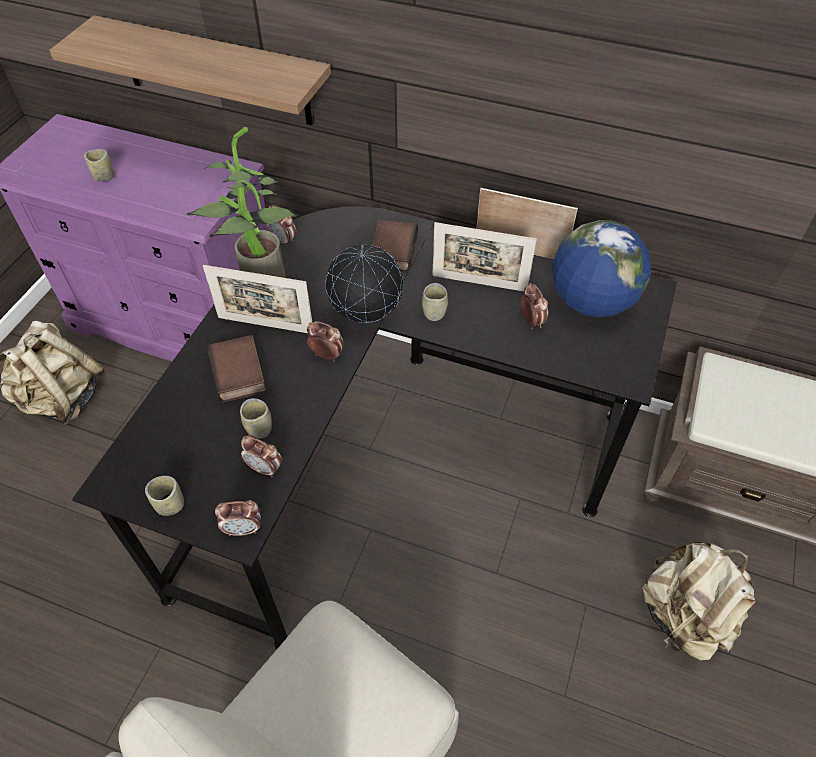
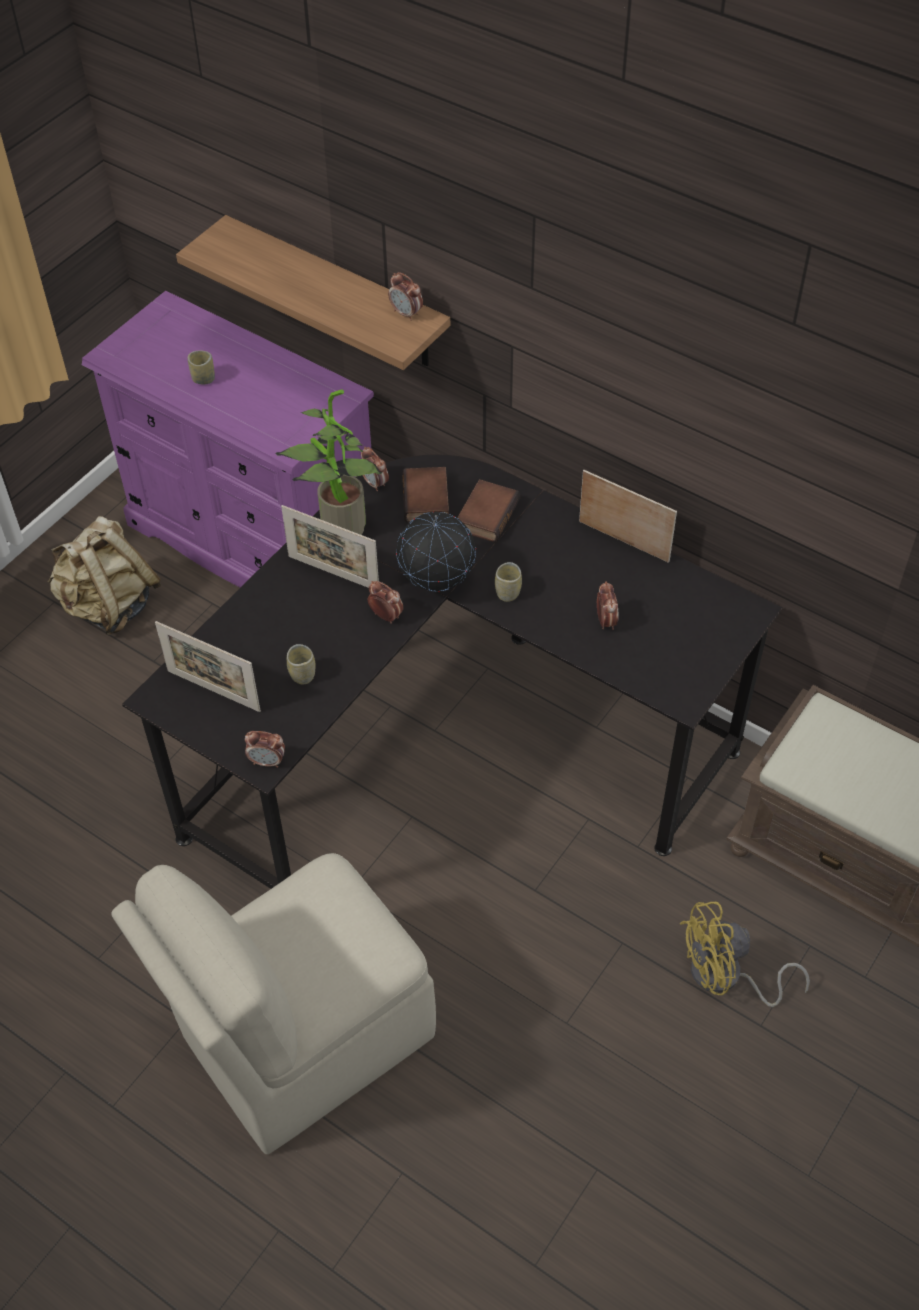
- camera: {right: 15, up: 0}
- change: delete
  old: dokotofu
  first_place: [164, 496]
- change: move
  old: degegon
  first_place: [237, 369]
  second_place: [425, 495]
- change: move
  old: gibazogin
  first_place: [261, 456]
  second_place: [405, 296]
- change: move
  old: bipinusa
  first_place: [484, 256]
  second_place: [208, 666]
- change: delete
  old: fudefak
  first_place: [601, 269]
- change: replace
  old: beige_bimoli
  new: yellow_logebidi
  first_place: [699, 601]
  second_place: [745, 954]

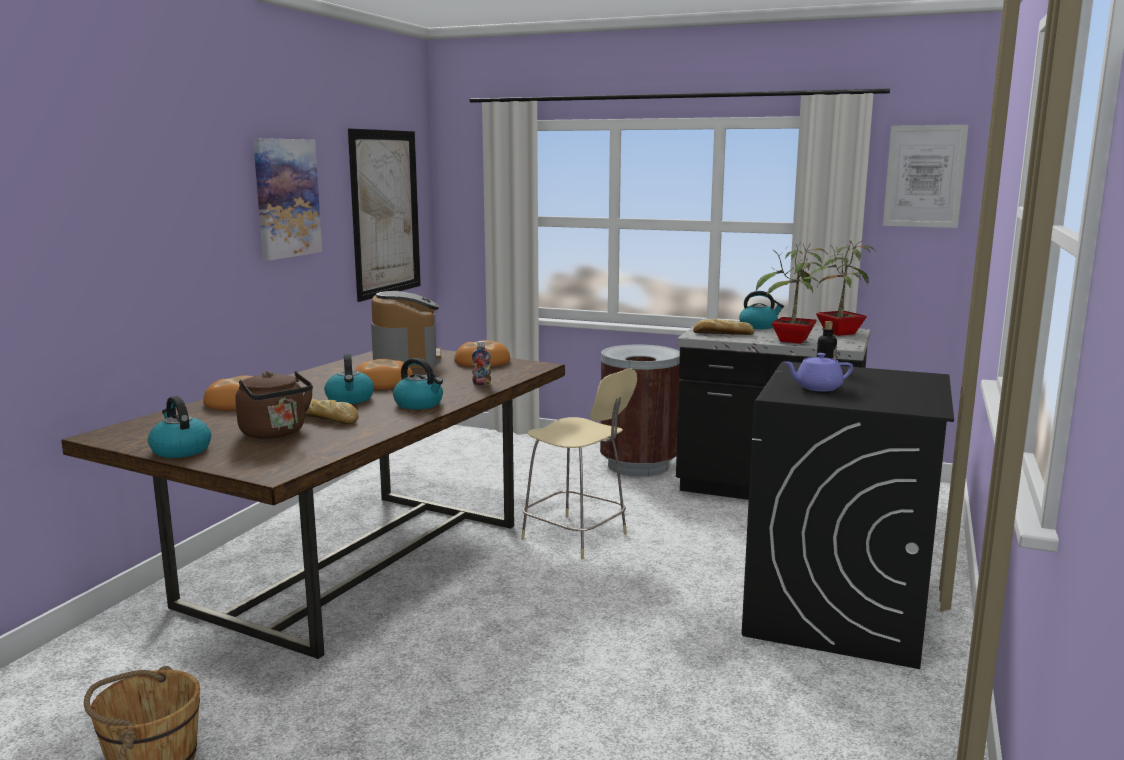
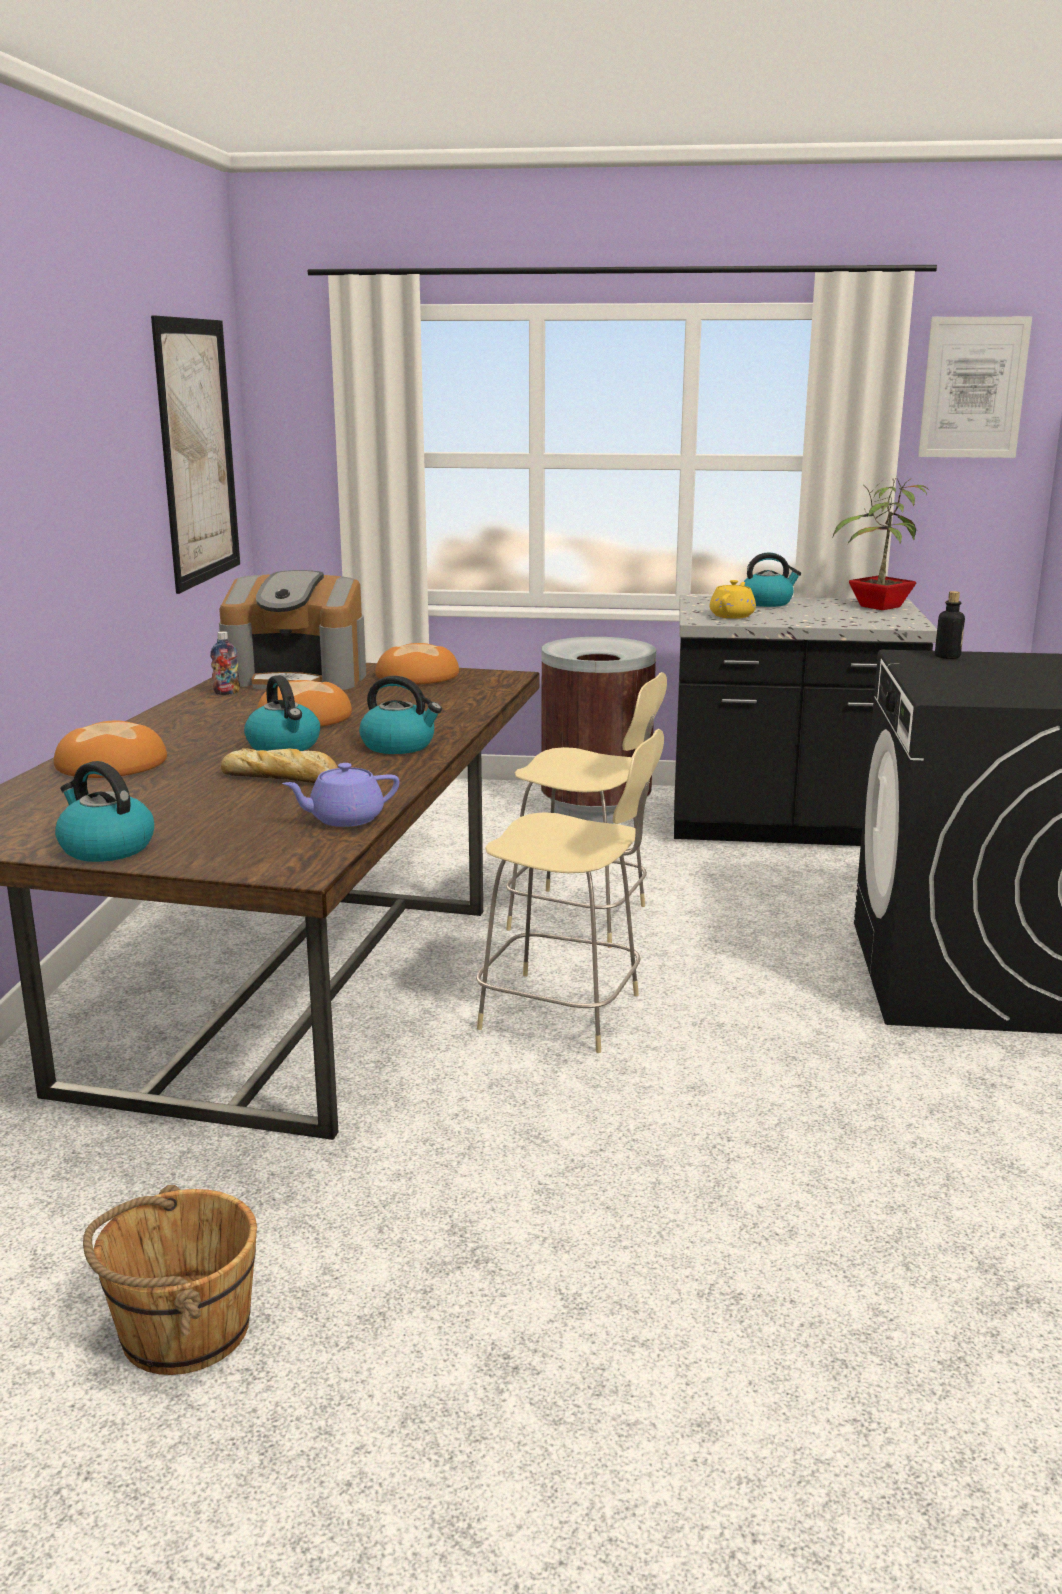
- camera: {right: -15, up: 5}
- change: delete
  old: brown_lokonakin
  first_place: [274, 405]
- change: delete
  old: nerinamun
  first_place: [287, 199]
- change: rotate
  old: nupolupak
  first_place: [406, 329]
  second_place: [292, 630]
  degrees: 120
- change: move
  old: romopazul
  first_place: [481, 363]
  second_place: [225, 663]
- change: replace
  old: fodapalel
  new: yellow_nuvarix
  first_place: [723, 327]
  second_place: [733, 599]
- change: delete
  old: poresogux
  first_place: [791, 294]
- change: move
  old: purple_nuvarix
  first_place: [818, 372]
  second_place: [341, 795]
- change: insert
  new: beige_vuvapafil
  second_place: [570, 891]

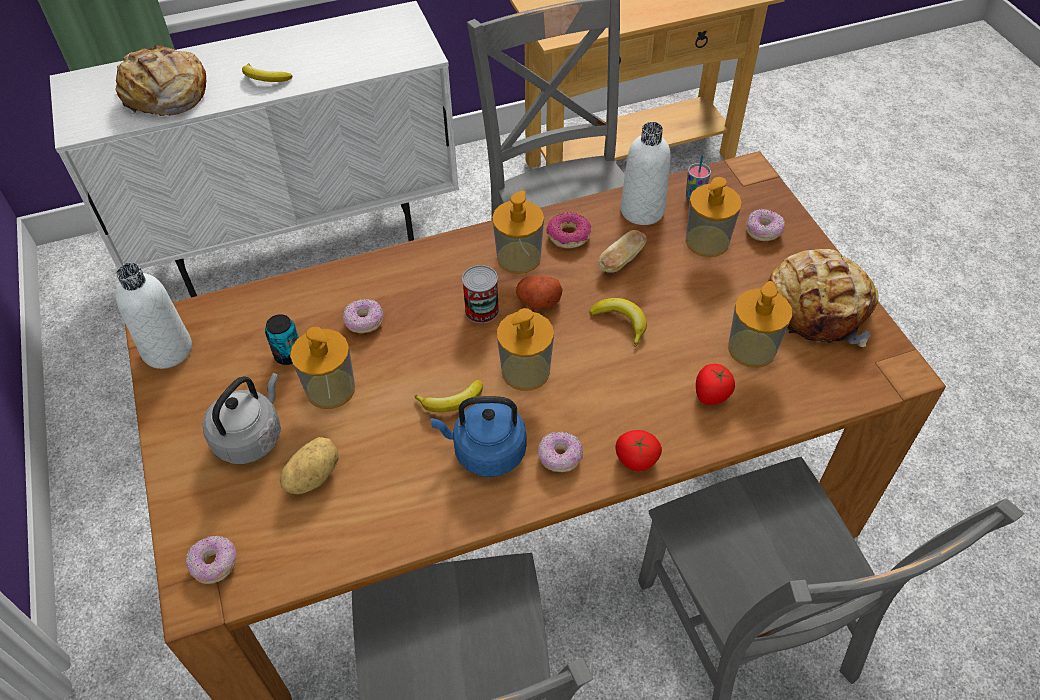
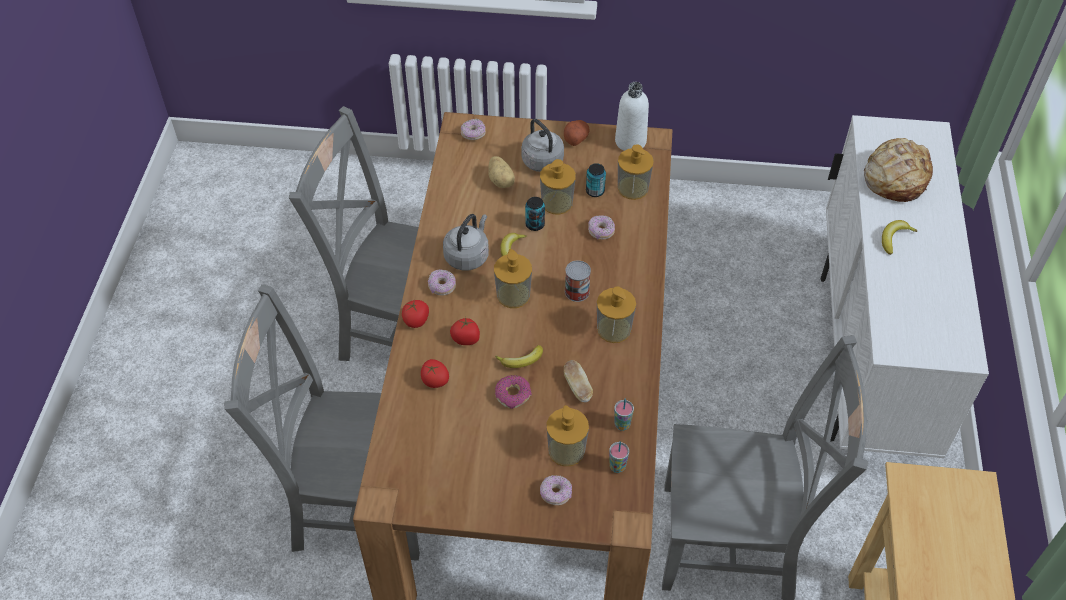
- camera: {right: 115, up: 0}
- change: recolor
  old: blue_lokonakin
  new: grey_lokonakin
  first_place: [479, 436]
  second_place: [466, 242]
- change: move
  old: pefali
  first_place: [539, 292]
  second_place: [577, 133]
- change: move
  old: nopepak
  first_place: [569, 230]
  second_place: [513, 392]
- change: replace
  old: white_romopazul
  new: dokotofu
  first_place: [645, 173]
  second_place: [624, 415]
- change: move
  old: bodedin
  first_place: [760, 324]
  second_place: [636, 172]
- change: delete
  old: fodapalel
  first_place: [823, 298]
- change: insert
  new: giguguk
  second_place: [465, 331]
- change: insert
  new: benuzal
  second_place: [535, 214]

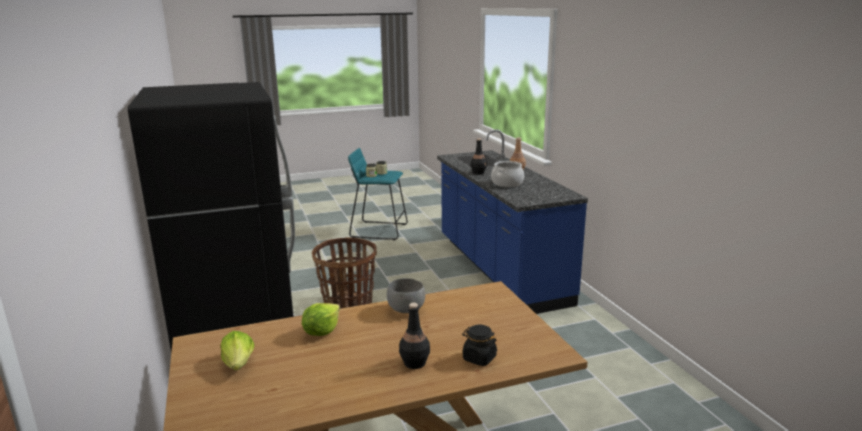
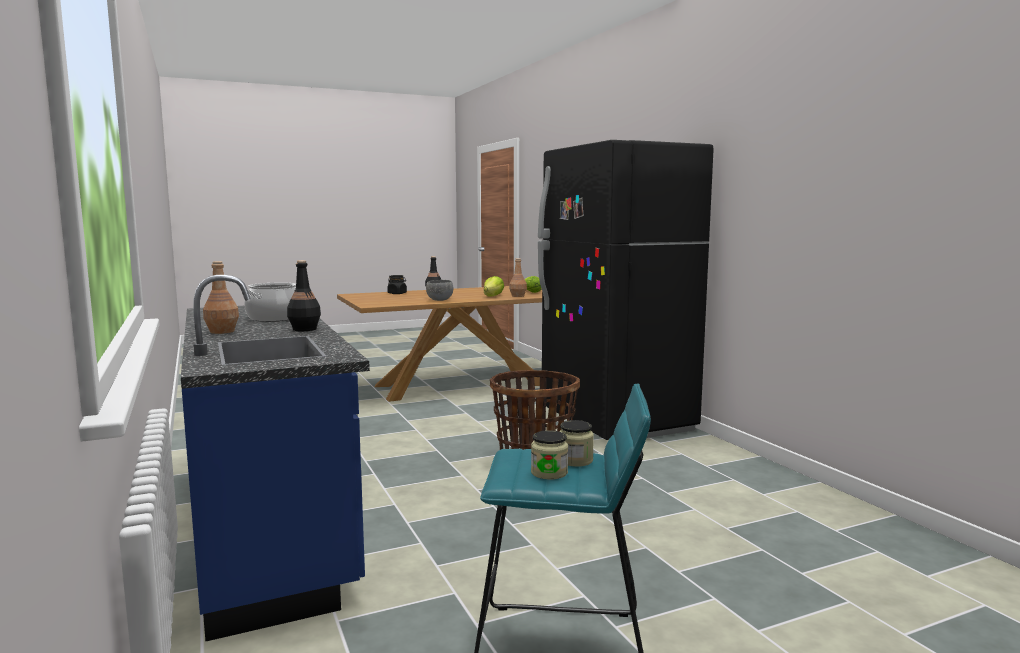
- camera: {right: 175, up: -10}
- change: insert
  new: brown_romopazul
  second_place: [518, 277]

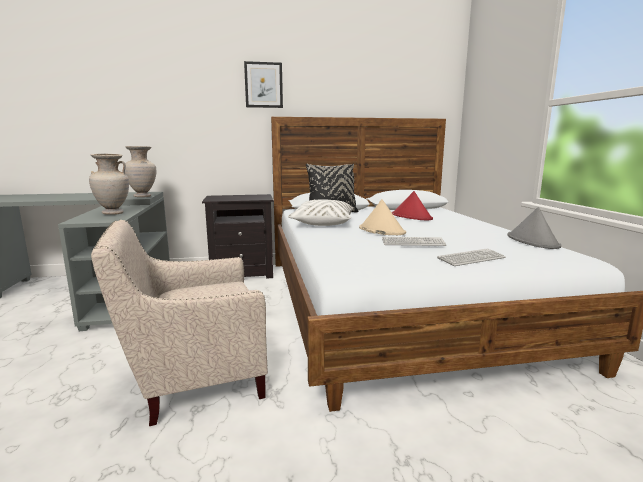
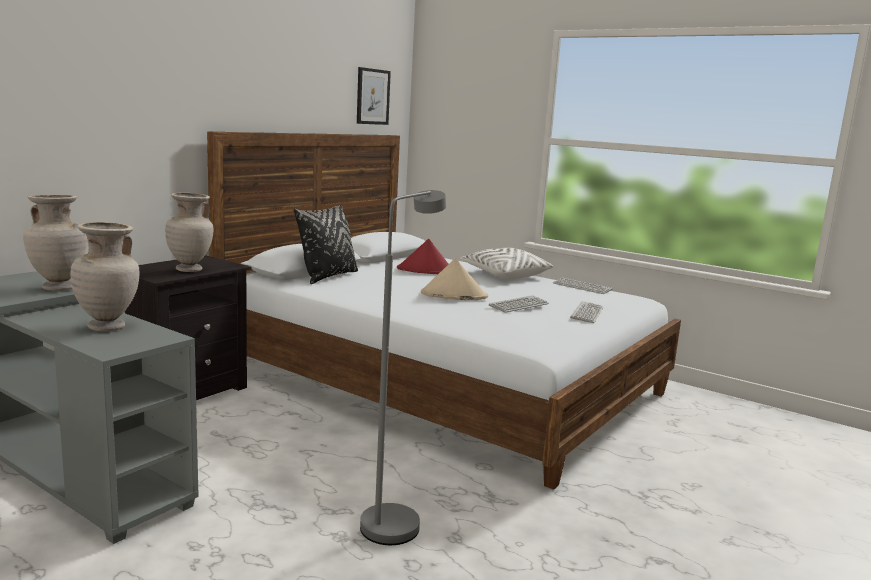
- camera: {right: -45, up: 0}
- change: replace
  old: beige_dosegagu
  new: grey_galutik
  first_place: [179, 323]
  second_place: [403, 367]
- change: move
  old: nerinamun
  first_place: [263, 84]
  second_place: [374, 96]
- change: move
  old: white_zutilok
  first_place: [321, 212]
  second_place: [506, 263]
- change: replace
  old: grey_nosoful
  new: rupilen
  first_place: [534, 228]
  second_place: [583, 286]
- change: insert
  new: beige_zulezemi
  second_place: [189, 232]

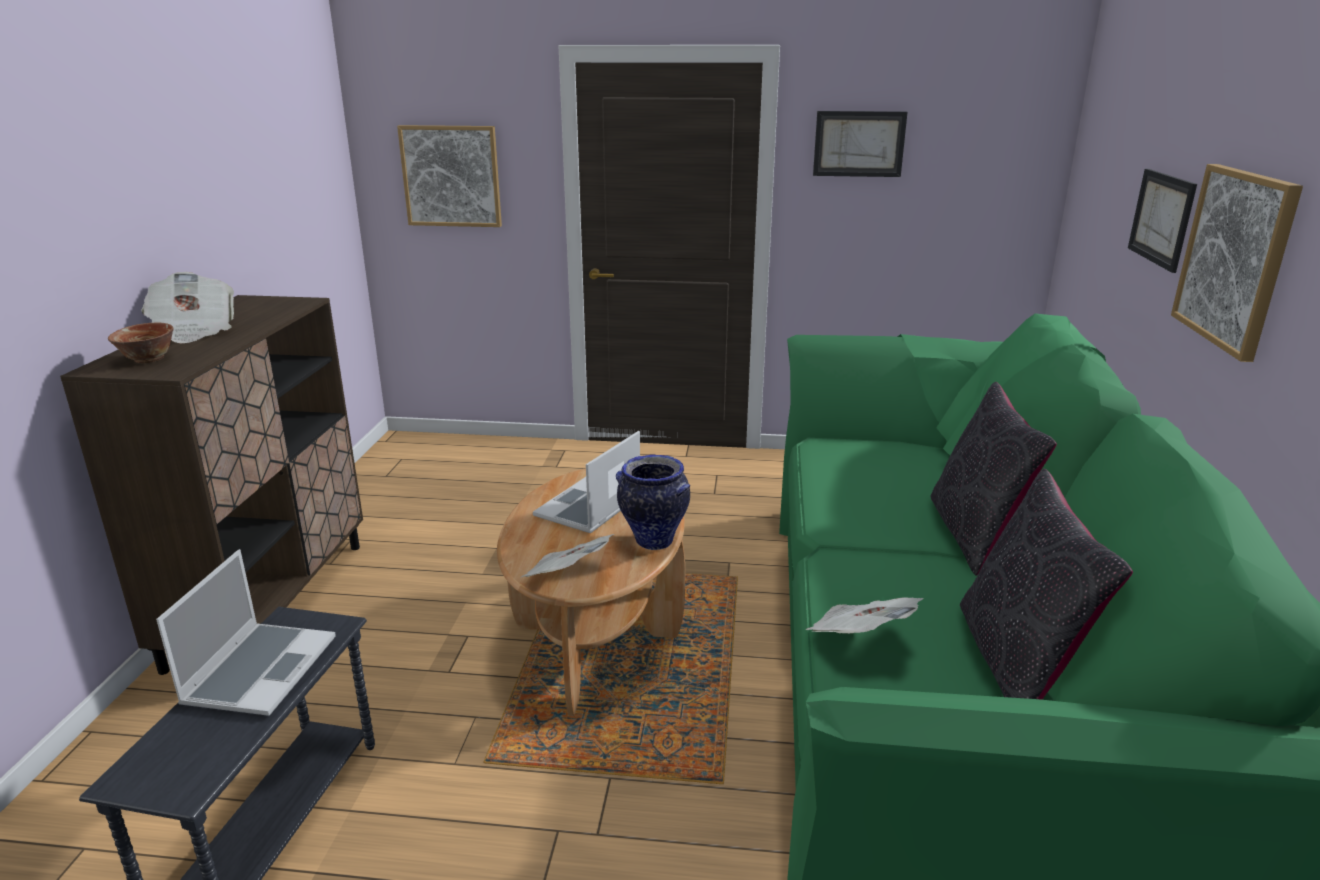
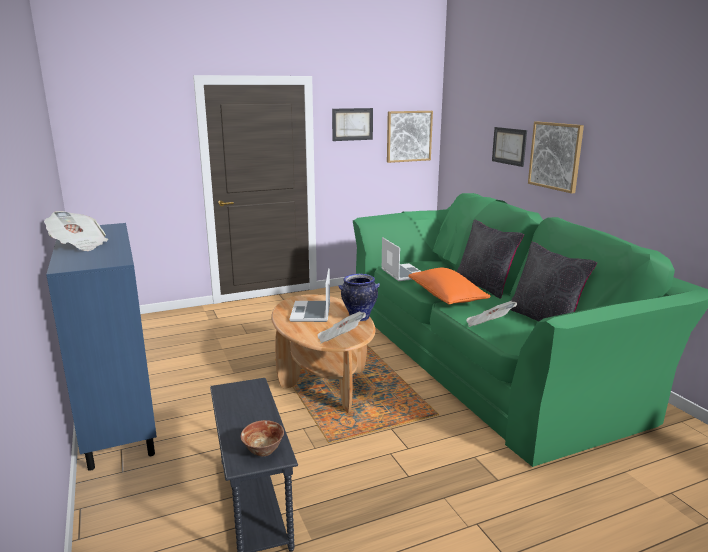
- camera: {right: -30, up: -5}
- change: recolor
  old: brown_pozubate
  new: blue_pozubate
  first_place: [211, 485]
  second_place: [101, 347]
- change: move
  old: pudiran
  first_place: [141, 343]
  second_place: [262, 438]
- change: move
  old: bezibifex
  first_place: [246, 632]
  second_place: [401, 259]
- change: move
  old: nerinamun
  first_place: [449, 176]
  second_place: [410, 137]
- change: insert
  new: orange_zutilok
  second_place: [449, 286]

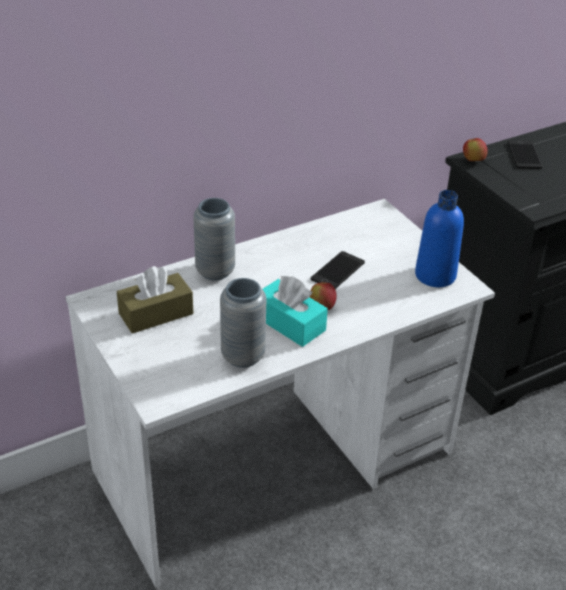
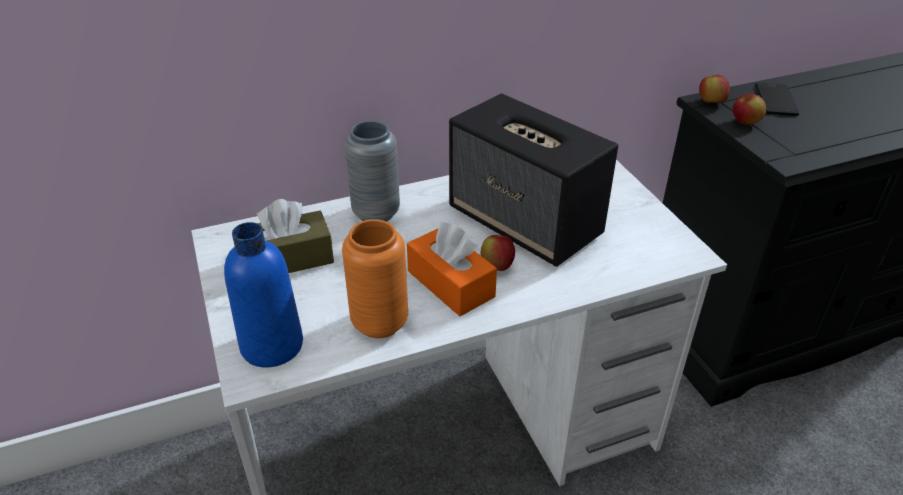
- camera: {right: 10, up: 0}
- change: recolor
  old: grey_zulezemi
  new: orange_zulezemi
  first_place: [243, 323]
  second_place: [375, 278]
- change: recolor
  old: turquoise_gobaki
  new: orange_gobaki
  first_place: [295, 311]
  second_place: [452, 269]
- change: replace
  old: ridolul
  new: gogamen
  first_place: [338, 270]
  second_place: [533, 180]
- change: move
  old: blue_romopazul
  first_place: [439, 238]
  second_place: [263, 295]
- change: insert
  new: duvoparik
  second_place: [749, 109]

